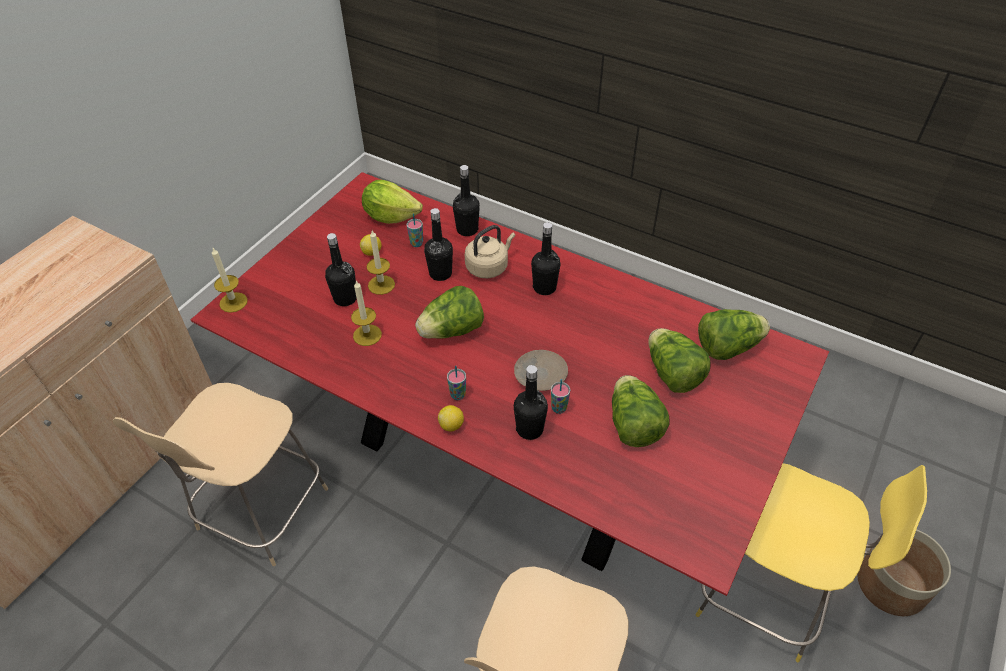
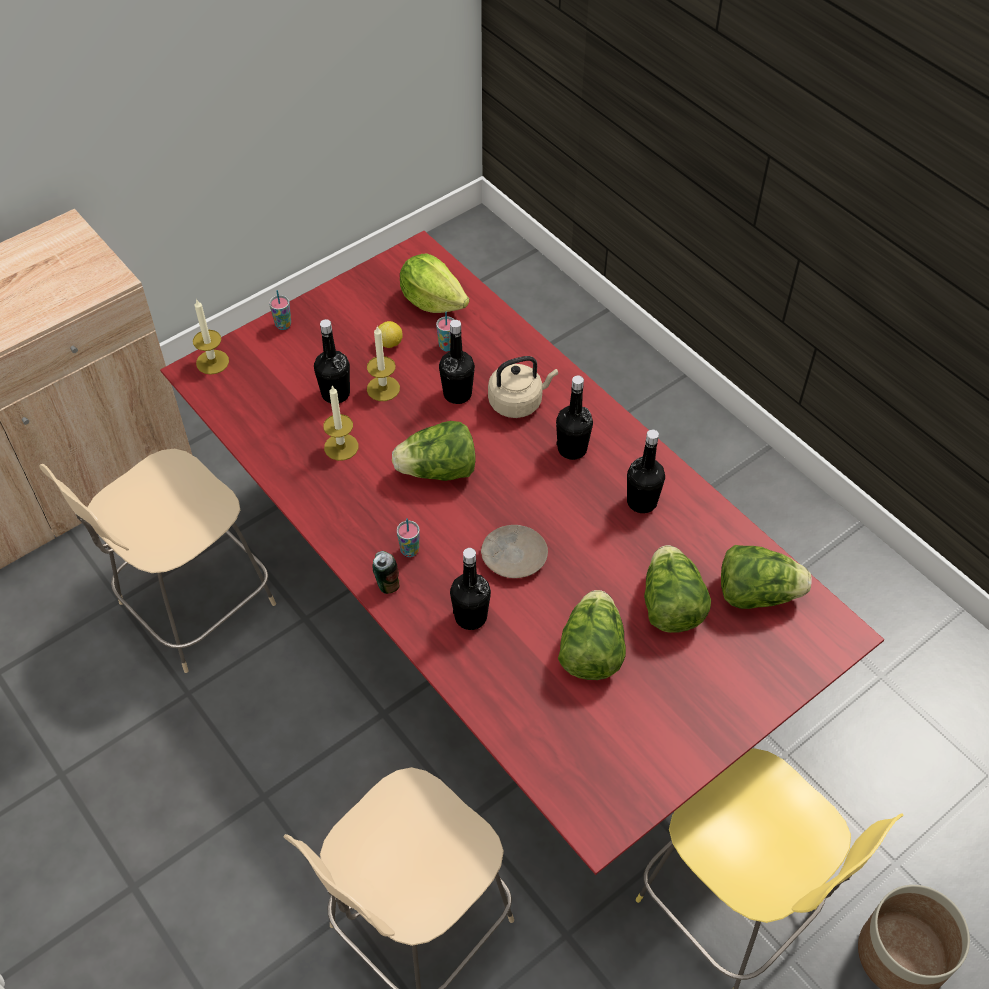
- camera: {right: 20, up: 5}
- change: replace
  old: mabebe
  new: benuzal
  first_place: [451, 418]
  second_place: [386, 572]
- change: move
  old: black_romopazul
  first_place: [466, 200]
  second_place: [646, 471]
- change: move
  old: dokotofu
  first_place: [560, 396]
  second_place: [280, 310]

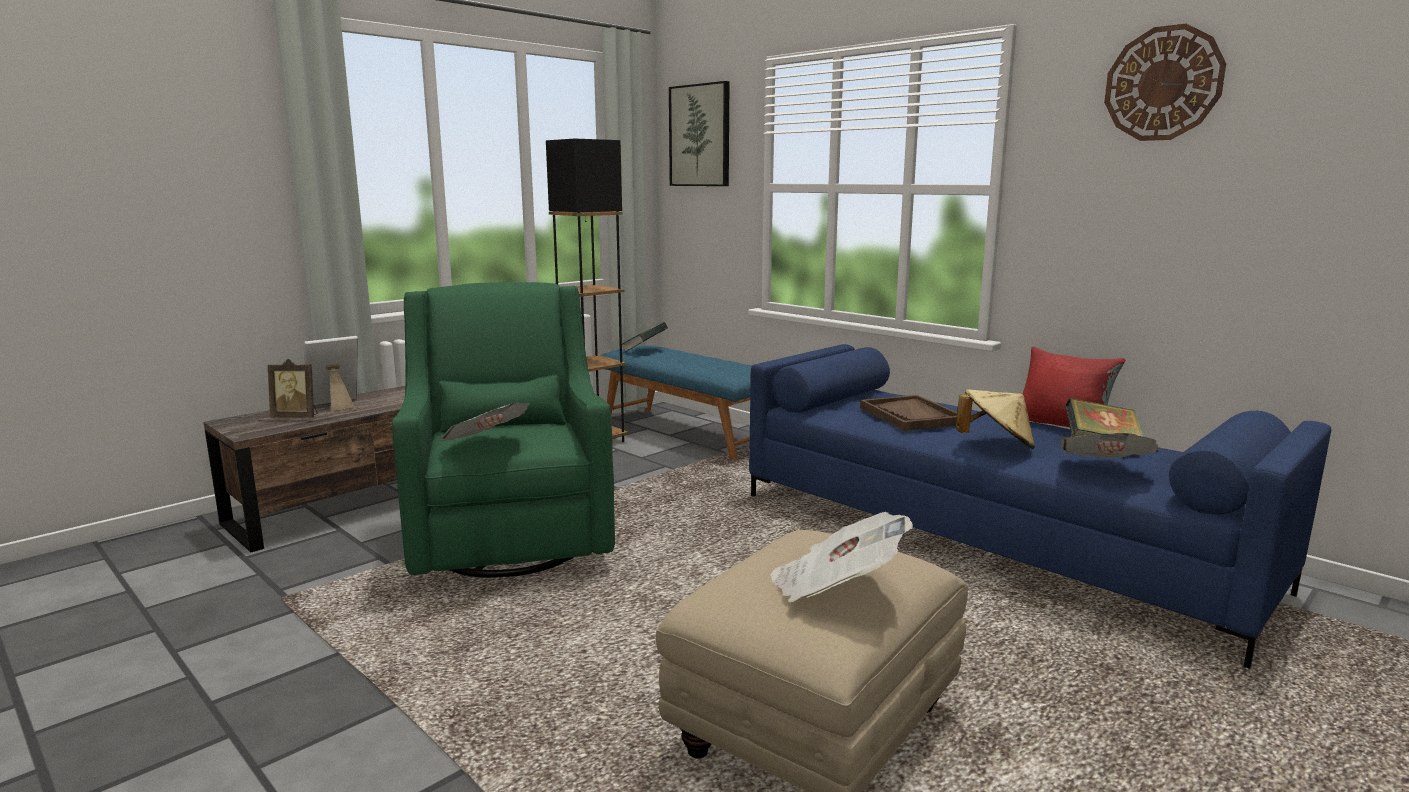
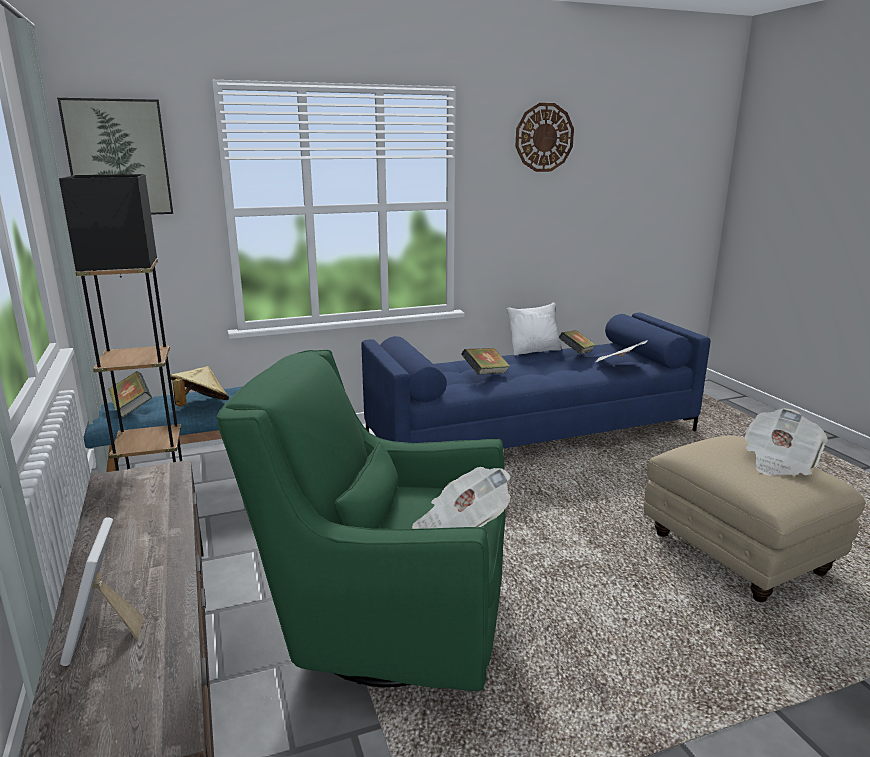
- camera: {right: -65, up: 5}
- change: delete
  old: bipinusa
  first_place: [293, 388]
- change: replace
  old: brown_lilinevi
  new: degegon
  first_place: [908, 413]
  second_place: [486, 361]
- change: move
  old: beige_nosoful
  first_place: [995, 419]
  second_place: [199, 386]
- change: recolor
  old: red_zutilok
  new: white_zutilok
  first_place: [1074, 387]
  second_place: [534, 329]

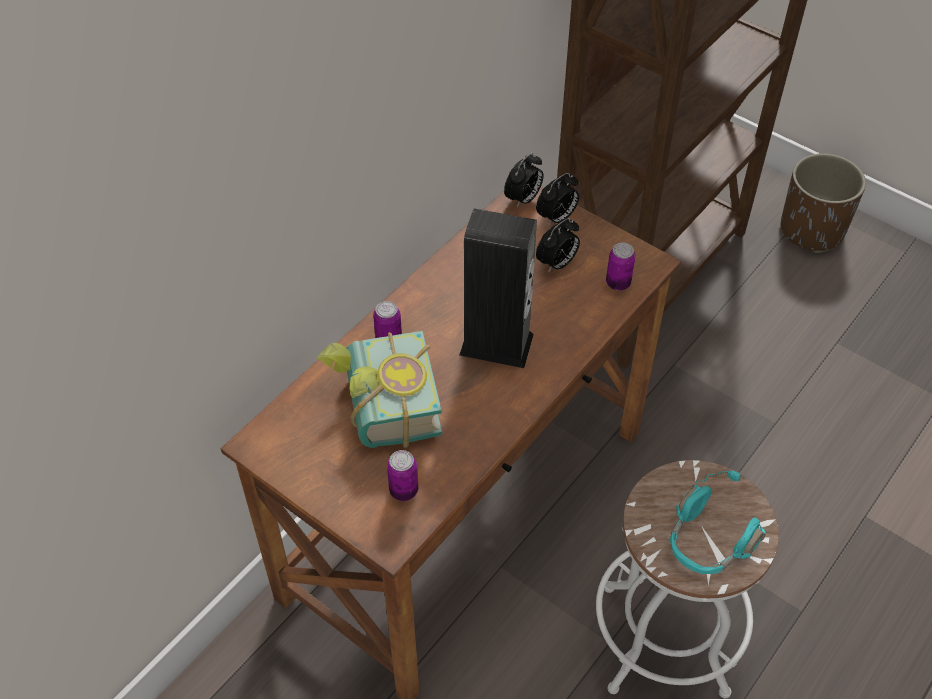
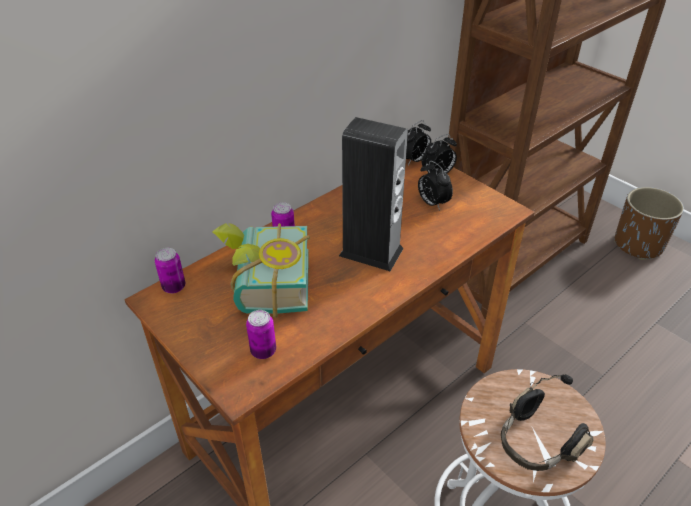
- camera: {right: 10, up: -10}
- change: rotate
  old: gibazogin
  first_place: [558, 245]
  second_place: [435, 185]
  degrees: 90
- change: move
  old: benuzal
  first_place: [621, 267]
  second_place: [170, 270]
- change: recolor
  old: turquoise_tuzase
  new: black_tuzase
  first_place: [718, 522]
  second_place: [547, 422]

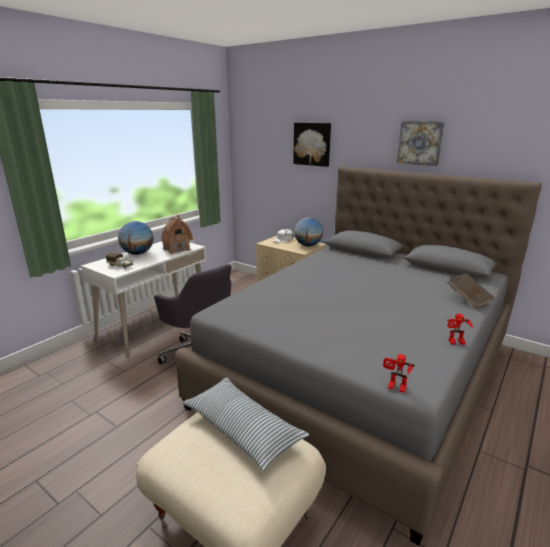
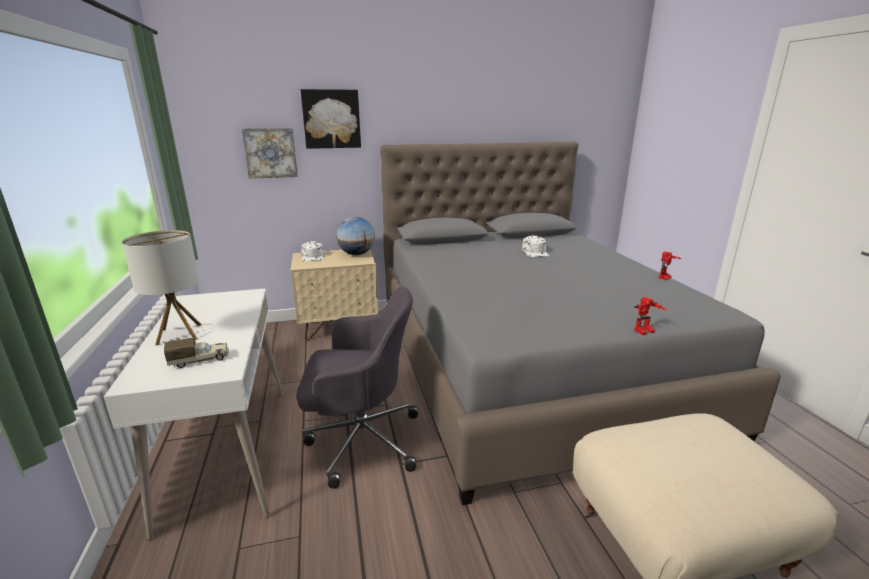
- camera: {right: -50, up: 0}
- change: replace
  old: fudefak
  new: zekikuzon
  first_place: [136, 238]
  second_place: [161, 288]
- change: delete
  old: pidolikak
  first_place: [177, 234]
- change: delete
  old: zutilok
  first_place: [245, 424]
- change: move
  old: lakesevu
  first_place: [399, 373]
  second_place: [650, 316]
- change: move
  old: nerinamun
  first_place: [421, 143]
  second_place: [270, 153]
- change: delete
  old: brown_degegon
  first_place: [471, 291]
- change: insert
  new: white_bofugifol
  second_place: [535, 246]

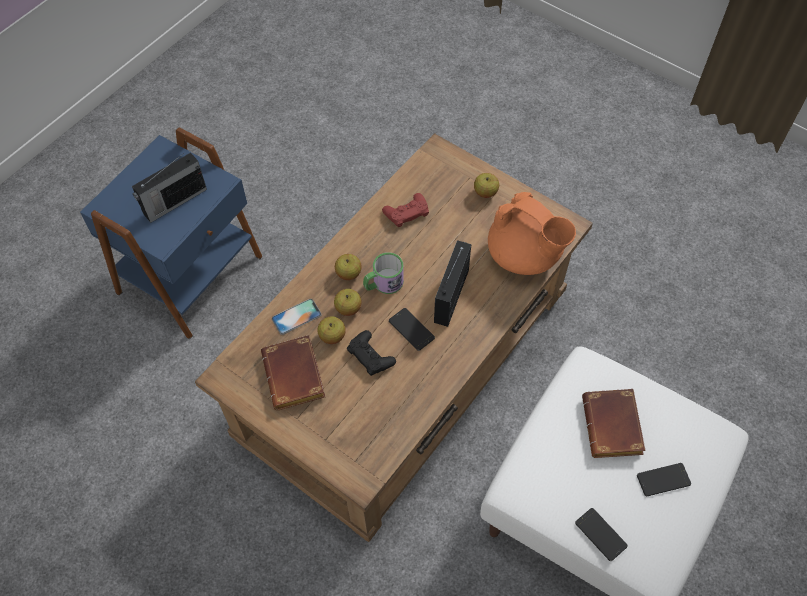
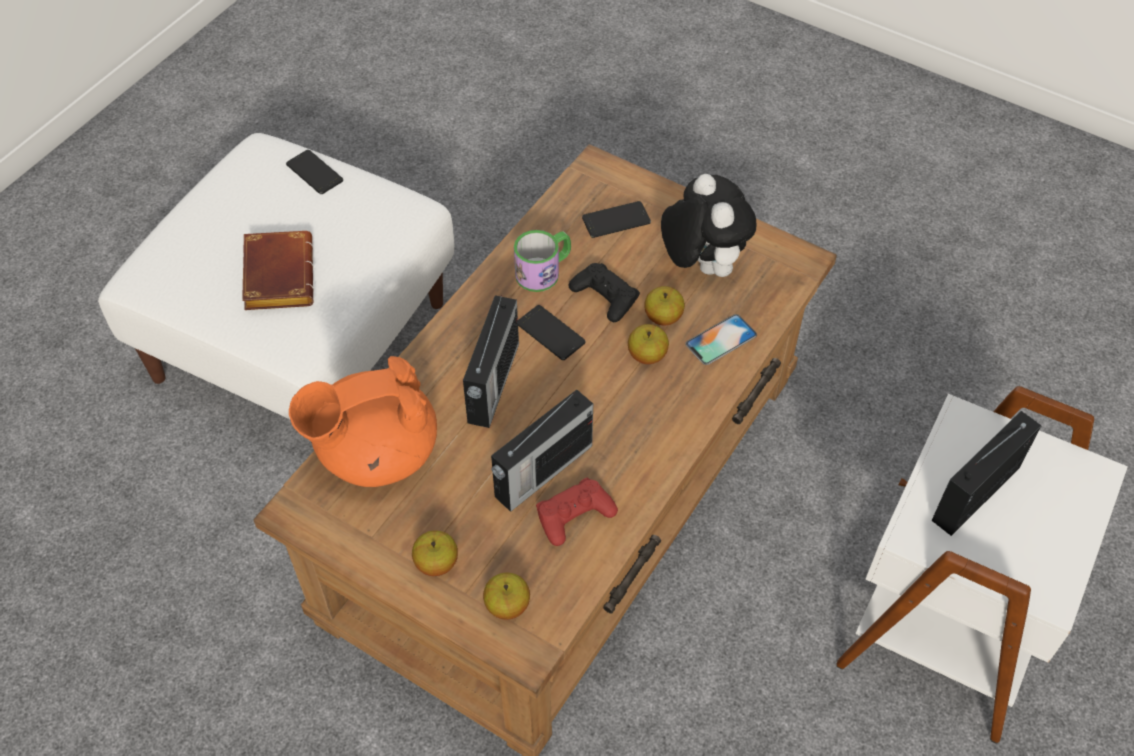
- camera: {right: 175, up: -5}
- change: recolor
  old: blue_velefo
  new: white_velefo
  first_place: [171, 233]
  second_place: [982, 565]
- change: replace
  old: brown_degegon
  new: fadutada
  first_place: [293, 372]
  second_place: [708, 225]
- change: move
  old: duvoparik
  first_place: [348, 267]
  second_place: [506, 596]
- change: move
  old: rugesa
  first_place: [383, 273]
  second_place: [542, 261]
- change: rotate
  old: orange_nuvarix
  first_place: [532, 233]
  second_place: [363, 421]
  degrees: -60
- change: move
  old: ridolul
  first_place: [664, 479]
  second_place: [616, 219]
- change: insert
  new: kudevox
  second_place: [542, 451]

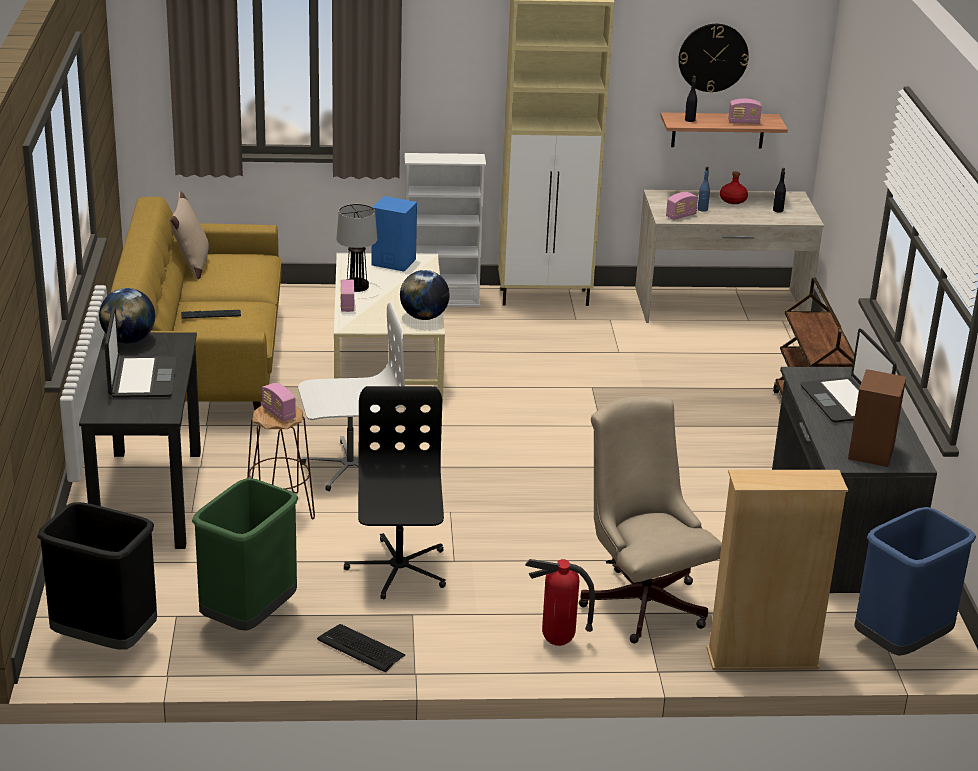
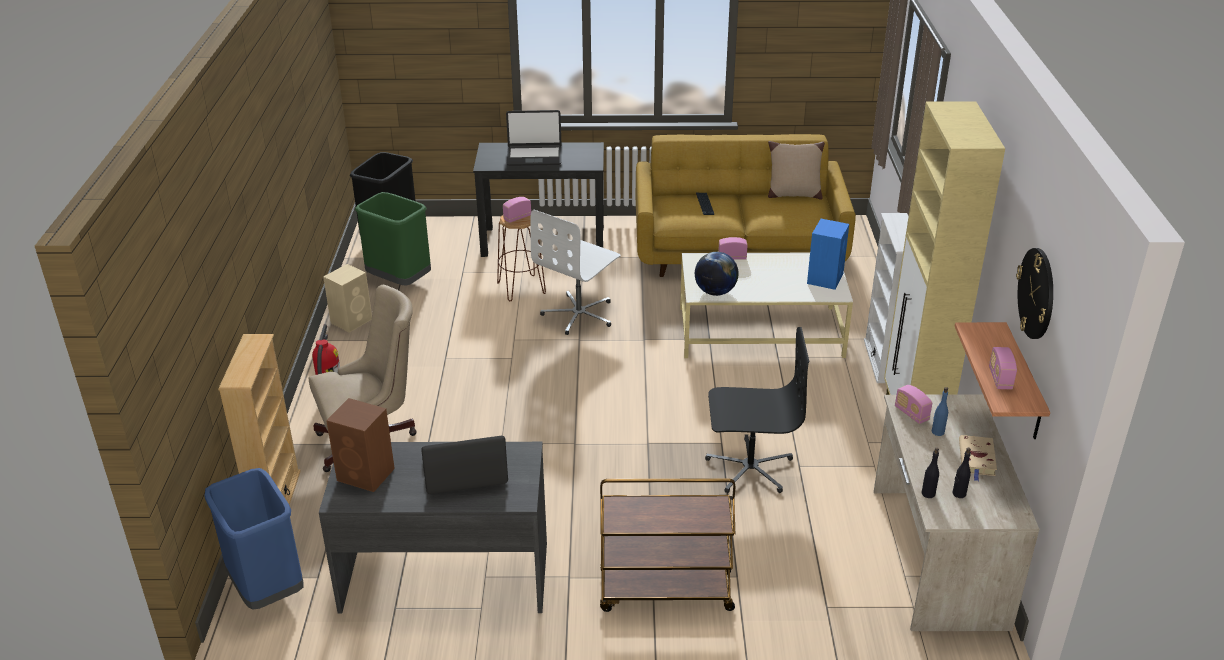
- camera: {right: 95, up: 5}
- change: delete
  old: fudefak
  first_place: [127, 315]
- change: rotate
  old: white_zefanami
  first_place: [351, 396]
  second_place: [575, 272]
  degrees: 45
- change: replace
  old: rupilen
  new: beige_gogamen
  first_place: [361, 648]
  second_place: [347, 298]
- change: delete
  old: zekikuzon
  first_place: [356, 248]
- change: move
  old: black_zefanami
  first_place: [395, 493]
  second_place: [757, 410]
- change: move
  old: black_romopazul
  first_place: [691, 99]
  second_place: [930, 473]
- change: replace
  old: red_romopazul
  new: beige_degegon
  first_place: [734, 187]
  second_place: [978, 458]

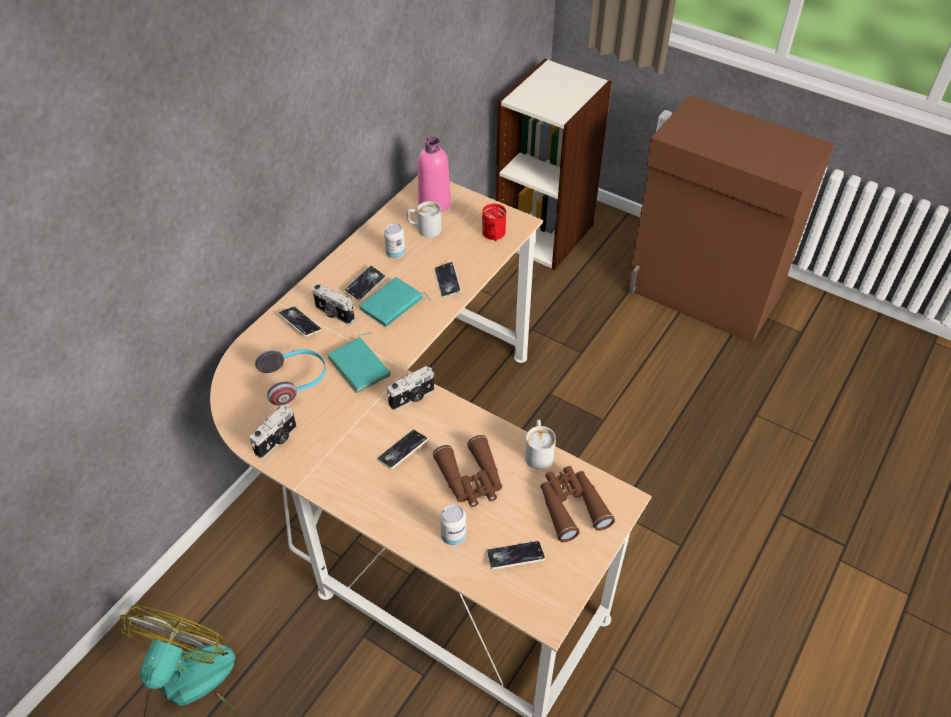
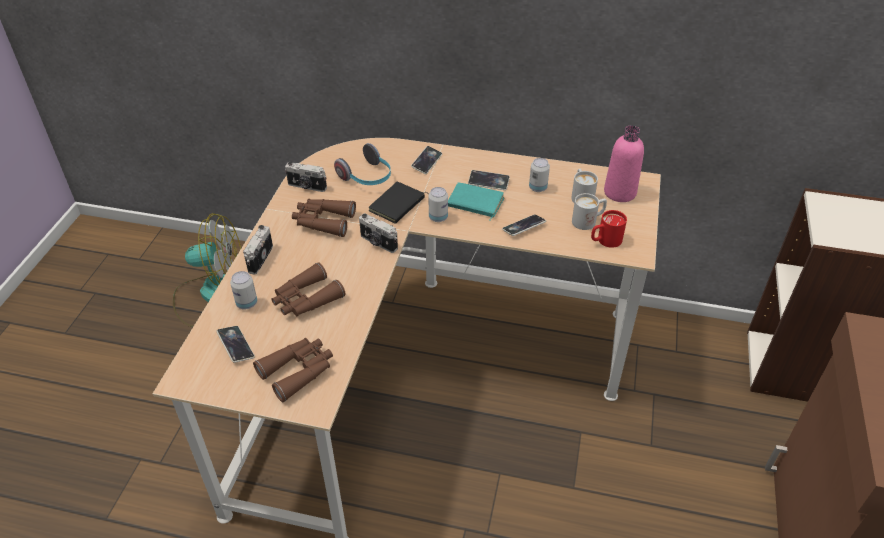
- camera: {right: 70, up: -5}
- change: move
  old: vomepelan
  first_place: [333, 304]
  second_place: [258, 250]
- change: recolor
  old: turquoise_degegon
  new: black_degegon
  first_place: [359, 363]
  second_place: [399, 203]
- change: delete
  old: ridolul
  first_place: [402, 449]
- change: move
  old: white_rugesa
  first_place: [540, 444]
  second_place: [589, 211]
- change: insert
  new: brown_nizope
  second_place: [324, 218]
- change: insert
  new: benuzal
  second_place: [438, 204]

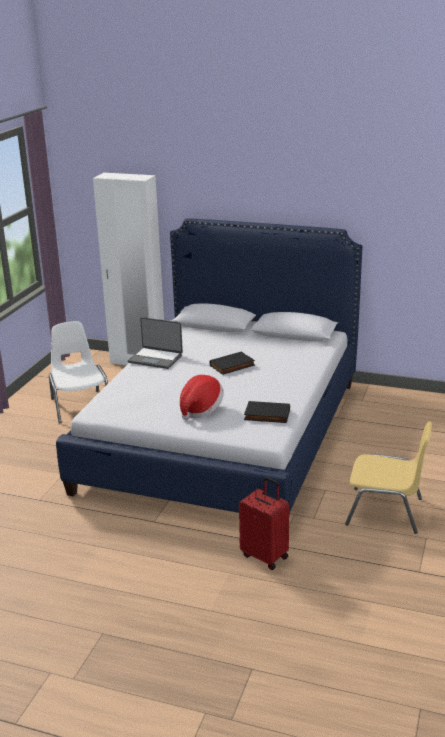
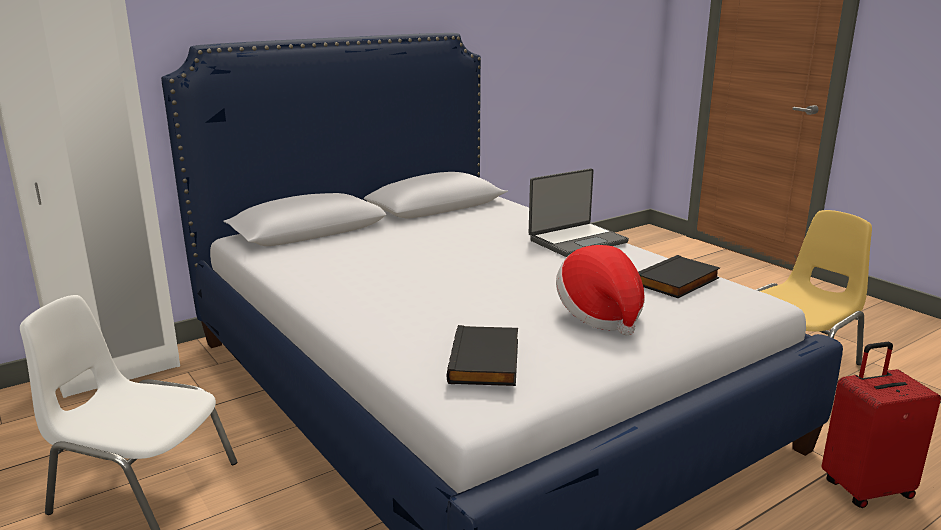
- camera: {right: -55, up: -5}
- change: move
  old: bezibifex
  first_place: [155, 343]
  second_place: [579, 212]
- change: move
  old: black_degegon
  first_place: [232, 363]
  second_place: [482, 355]

